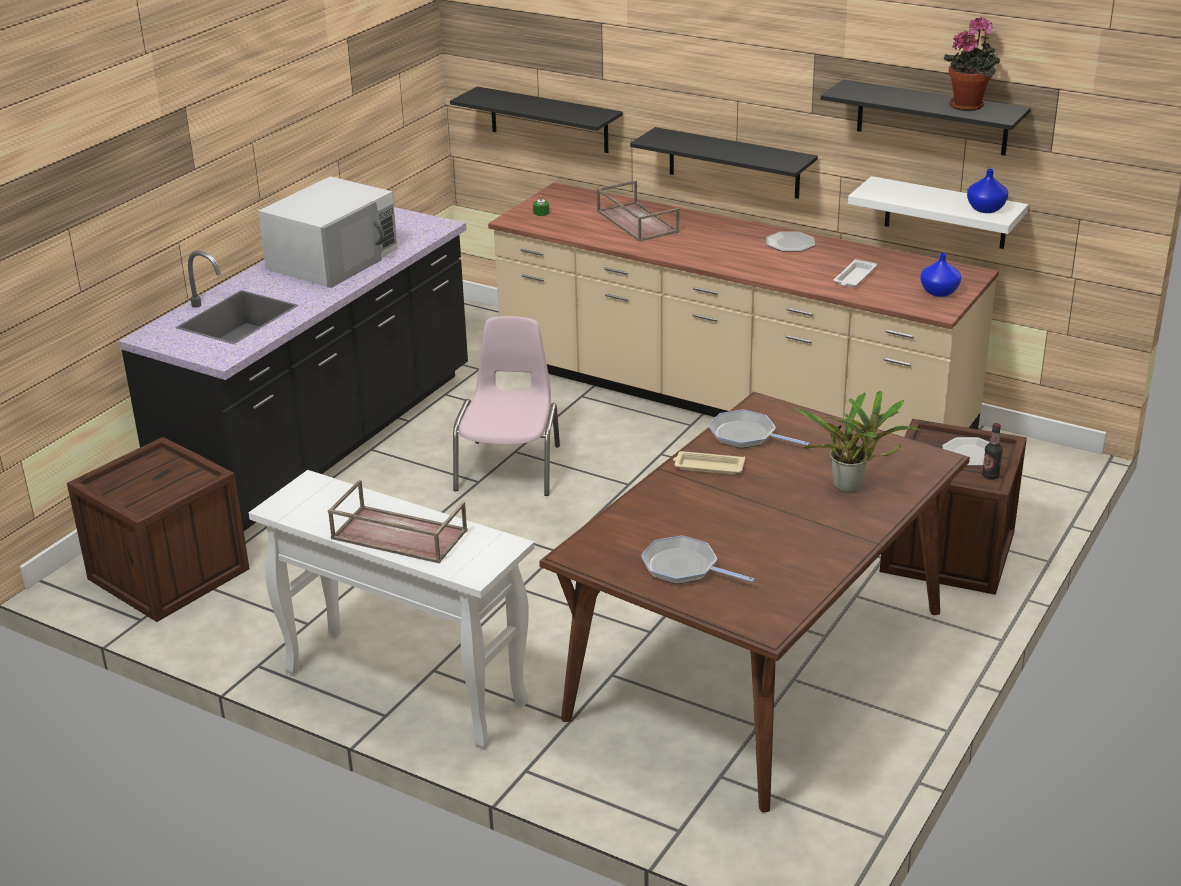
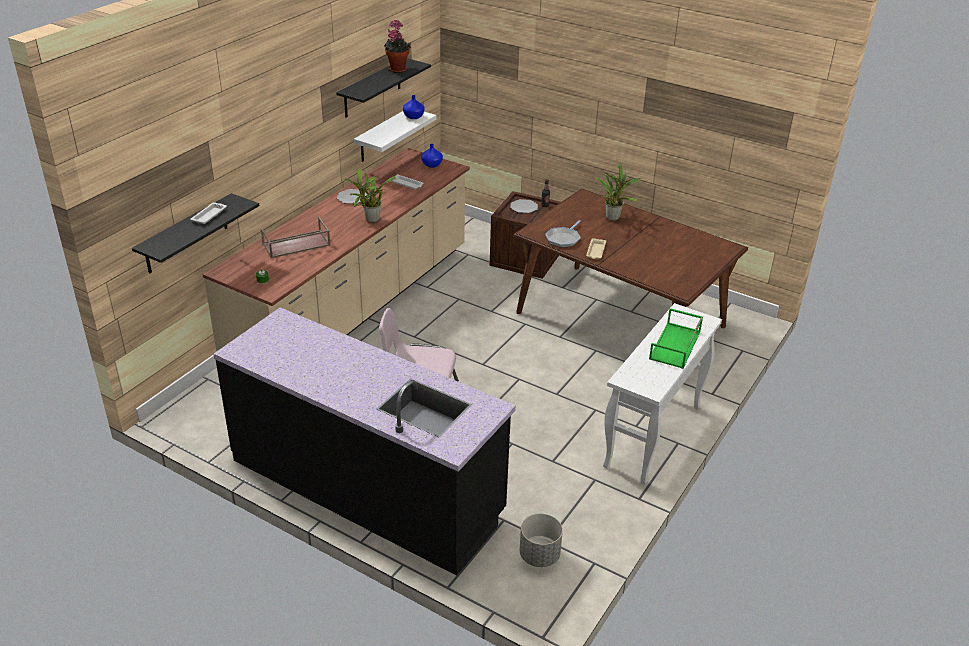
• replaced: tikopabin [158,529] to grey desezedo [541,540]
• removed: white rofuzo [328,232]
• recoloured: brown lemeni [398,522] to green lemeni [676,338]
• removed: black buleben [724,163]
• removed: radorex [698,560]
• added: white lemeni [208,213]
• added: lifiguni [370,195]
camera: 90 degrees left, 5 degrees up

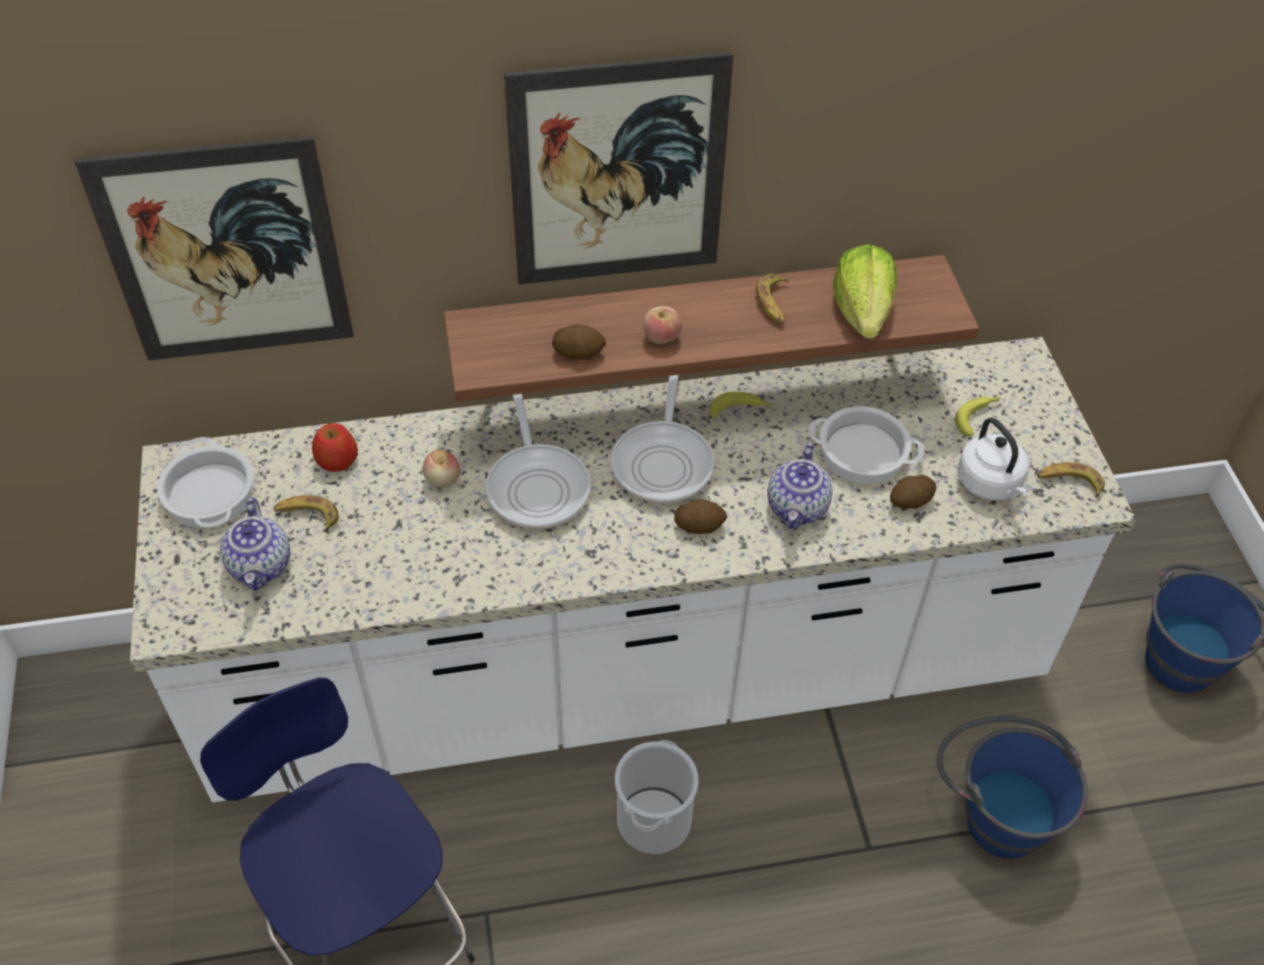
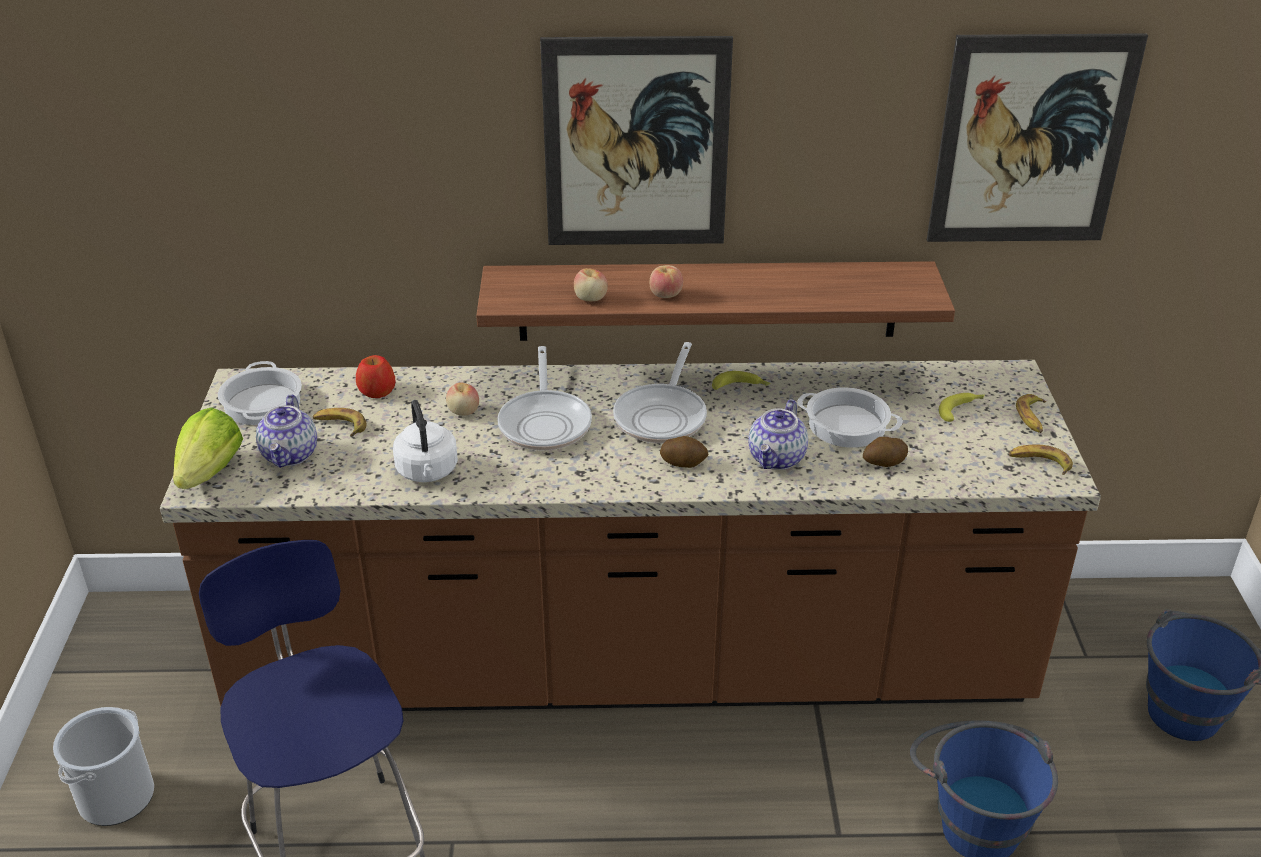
• moved: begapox [214,248] to [1037,137]
• recoloured: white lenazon [633,569] to brown lenazon [630,535]
• replaced: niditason [579,342] to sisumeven [591,284]
• moved: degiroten [656,797] to [103,766]
• moved: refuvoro [772,299] to [1031,413]
• moved: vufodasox [865,291] to [208,448]
• moved: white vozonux [993,459] to [425,441]
camera: 10 degrees right, 15 degrees down

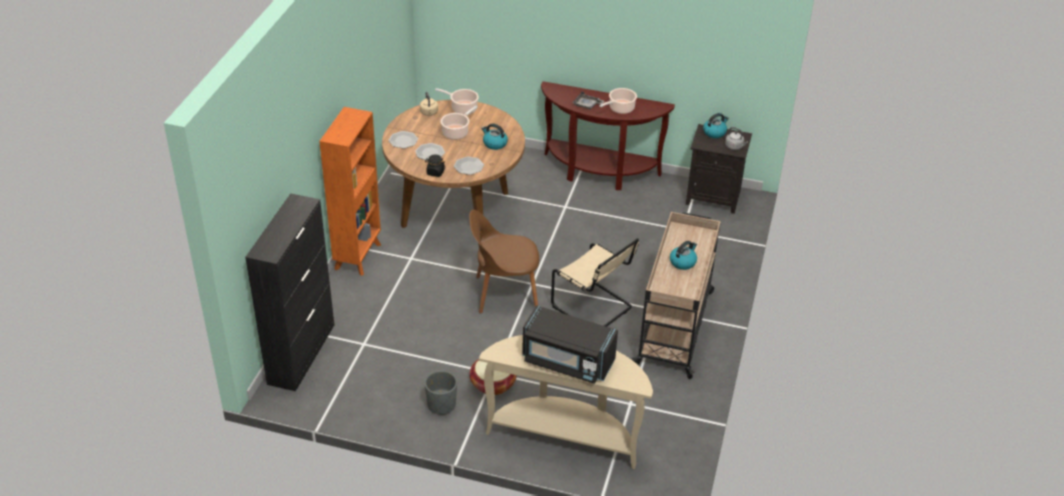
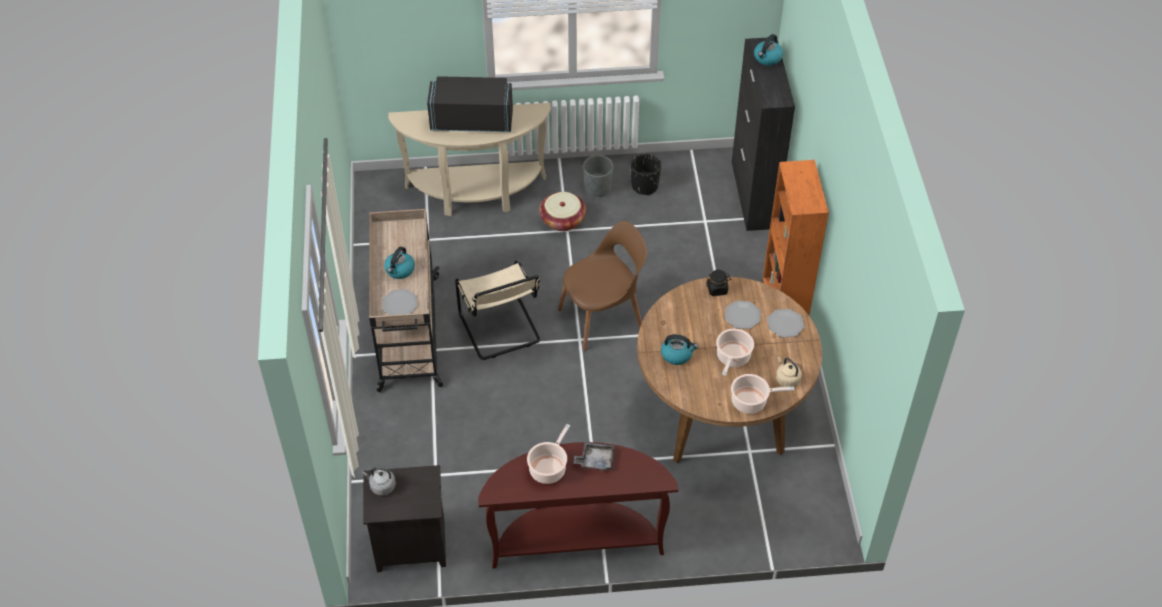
• moved: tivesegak [469,165] to [399,302]
• turned: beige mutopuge [595,282] = [497,310] 135 degrees counterclockwise
• moved: vozonux [716,125] to [768,50]
• added: black desezedo [646,174]
camera: 160 degrees right, 10 degrees up

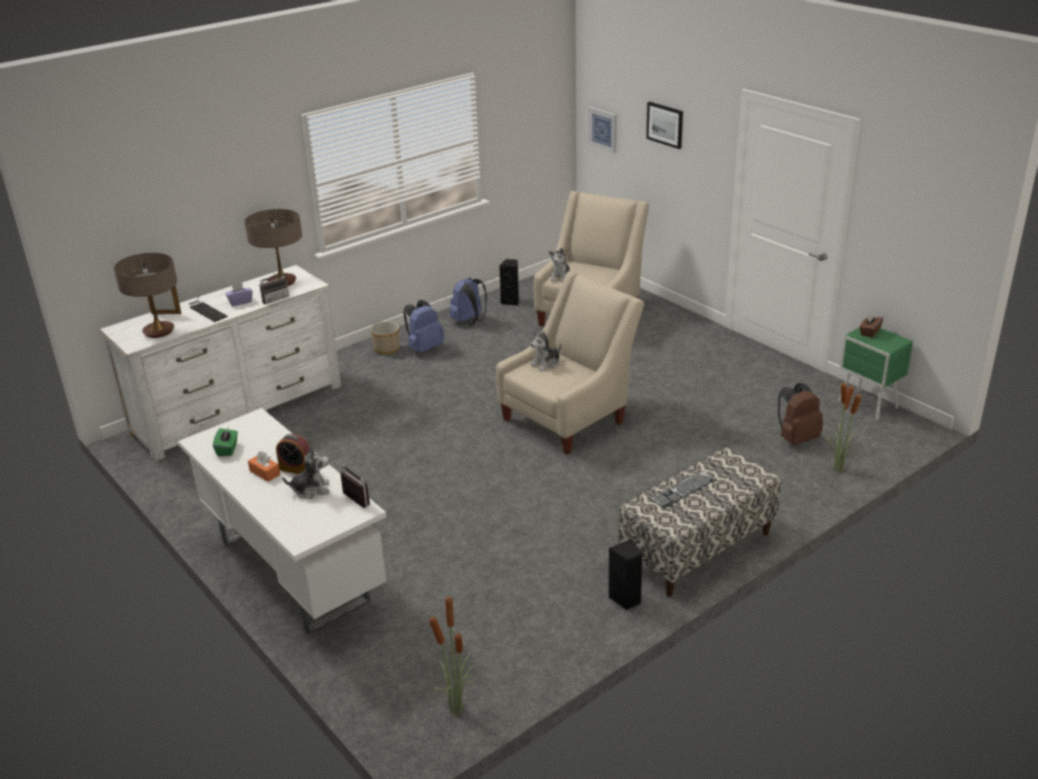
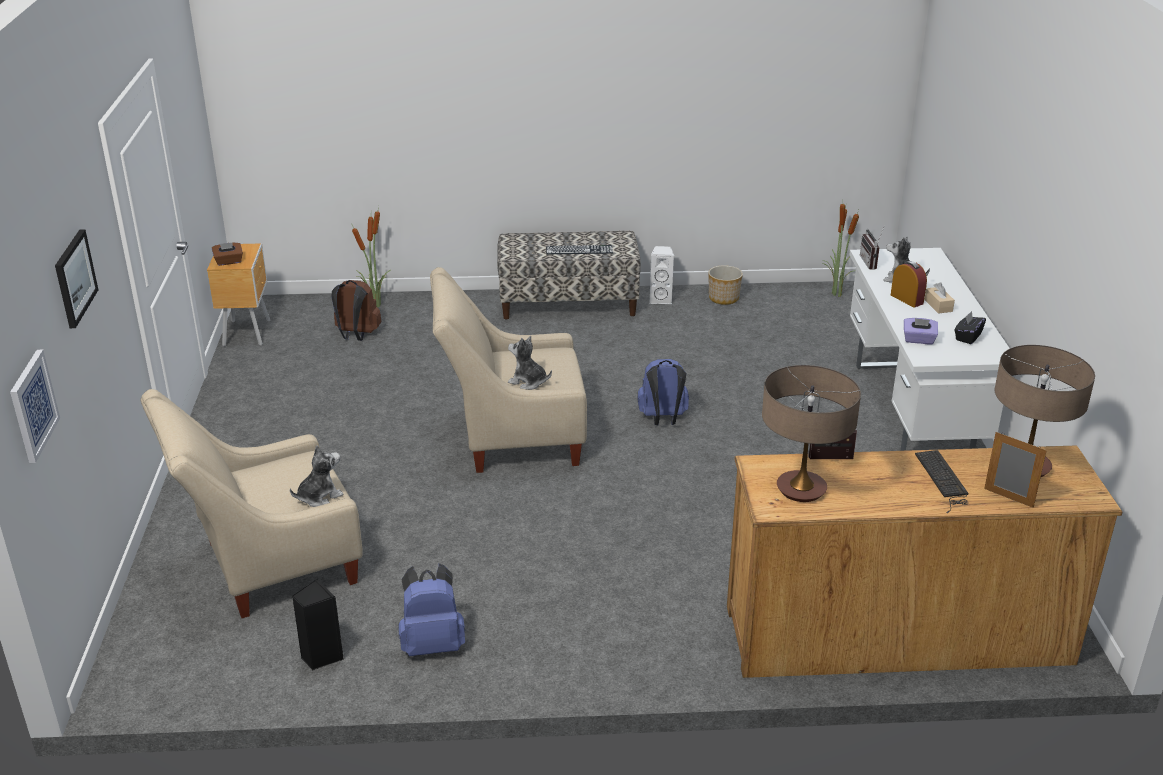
• recoloured: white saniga [220,363] to brown saniga [924,561]
• recoloured: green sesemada [225,442] to black sesemada [970,327]
• moved: purple sesemada [239,294] to [921,331]
• recoloured: orange sesemada [264,467] to beige sesemada [939,298]
• moved: desezedo [384,338] to [725,285]
• moved: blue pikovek [423,326] to [663,392]
• turned: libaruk [546,351] = [530,363] 150 degrees counterclockwise
• recoloured: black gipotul [625,574] to white gipotul [661,275]
• recoloured: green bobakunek [875,374] to brown bobakunek [238,295]
camera: 145 degrees left, 0 degrees up

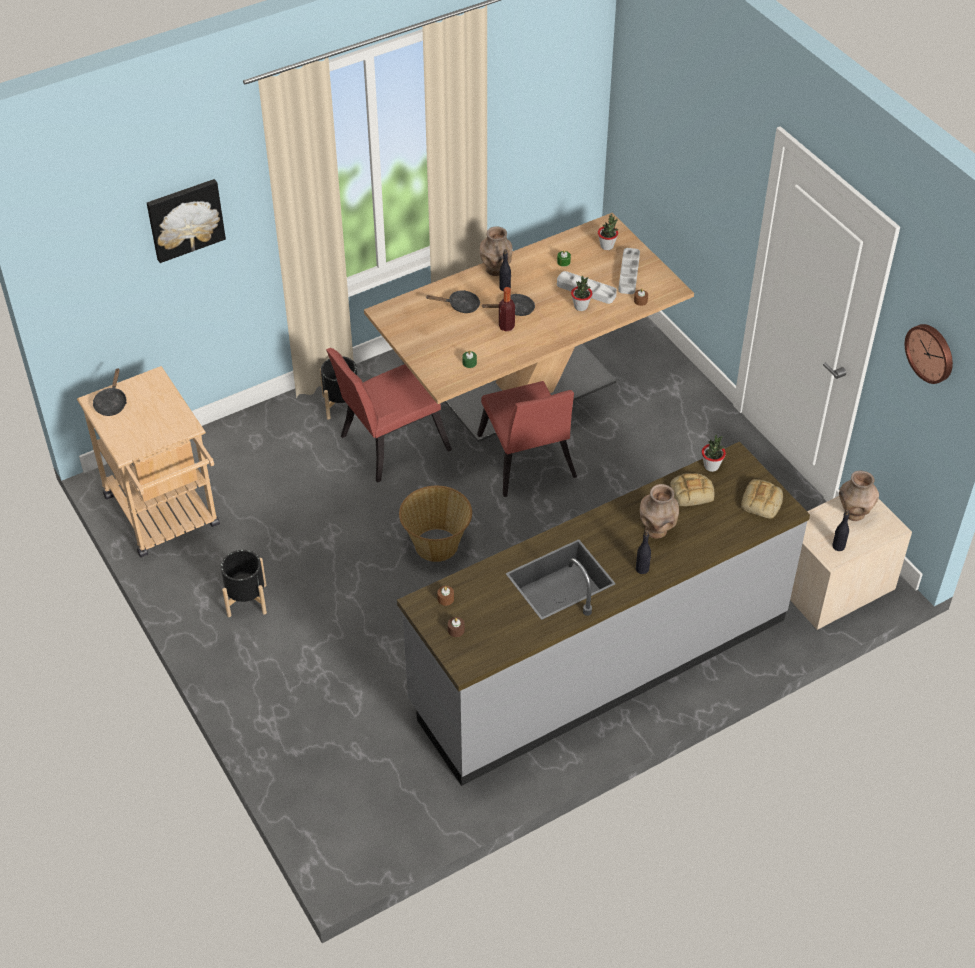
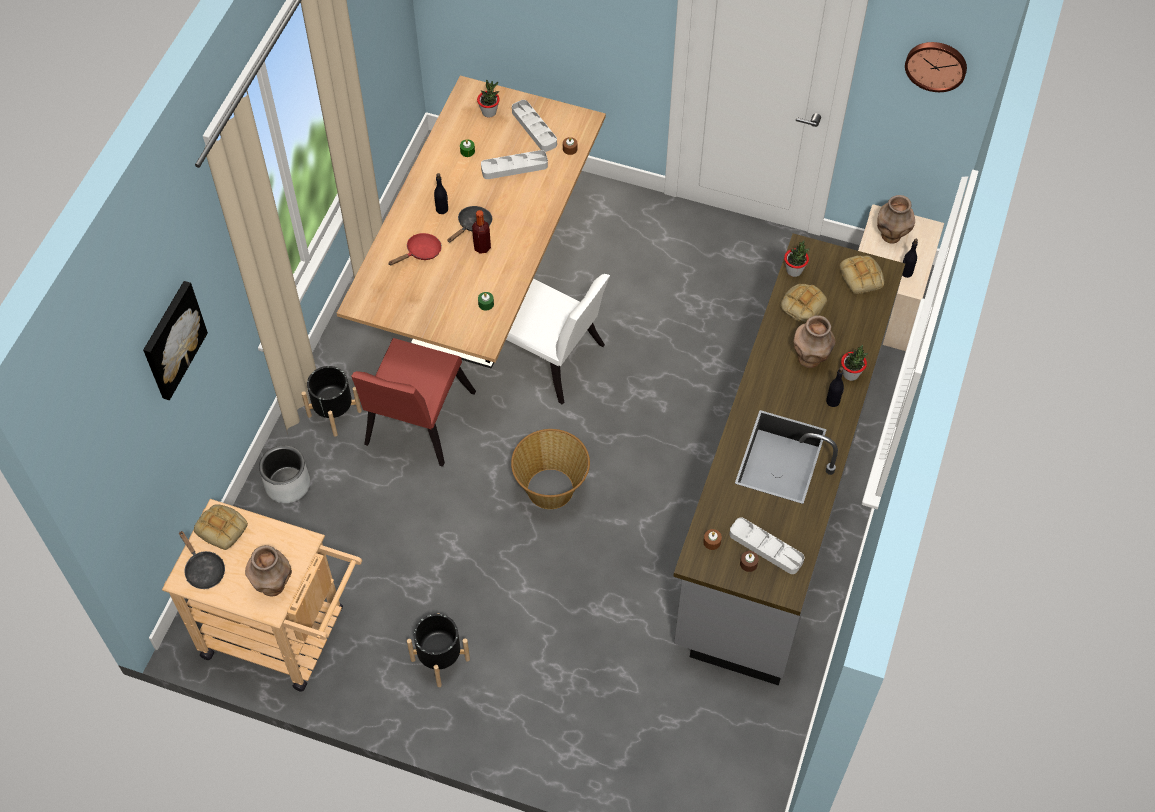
• recoloured: black radorex [453,301] to red radorex [415,249]
• recoloured: red mutopuge [527,439] to white mutopuge [547,339]
• moved: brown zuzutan [496,251] to [268,570]
• moved: lifiguni [582,293] to [854,363]
• added: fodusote [221,527]
• added: grey desezedo [284,474]
• added: grey lemeni [766,545]
camera: 40 degrees left, 10 degrees up

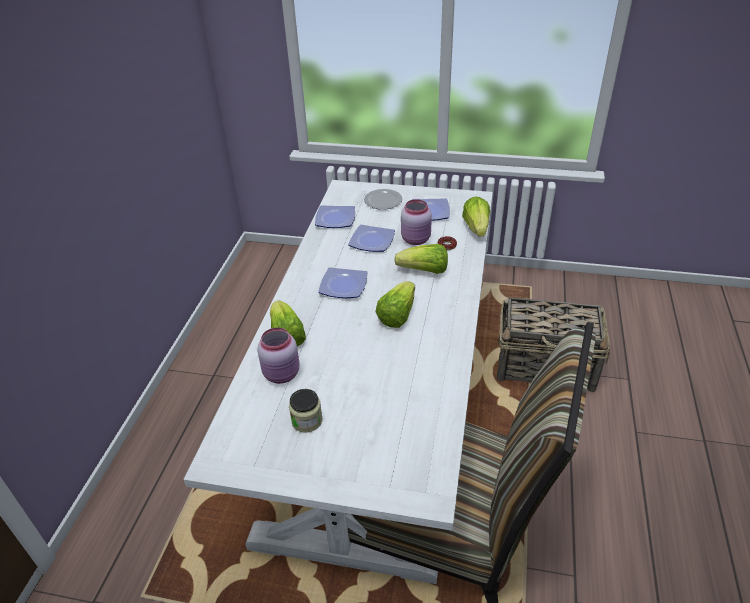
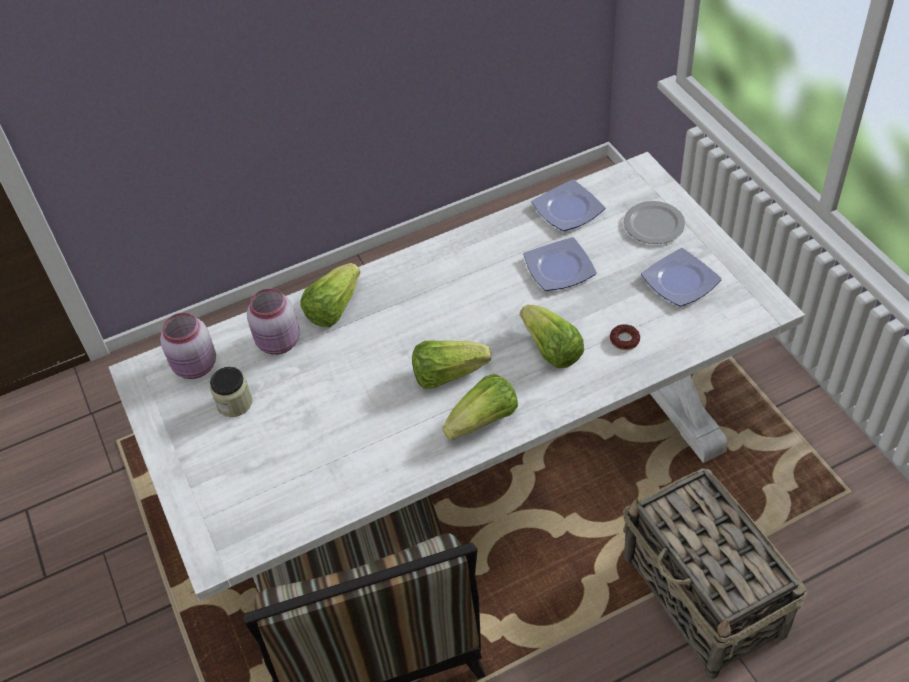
• removed: tivesegak [342,282]
• moved: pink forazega [416,222] to [188,346]
• moved: vufodasox [476,216] to [480,407]
camera: 55 degrees right, 10 degrees up

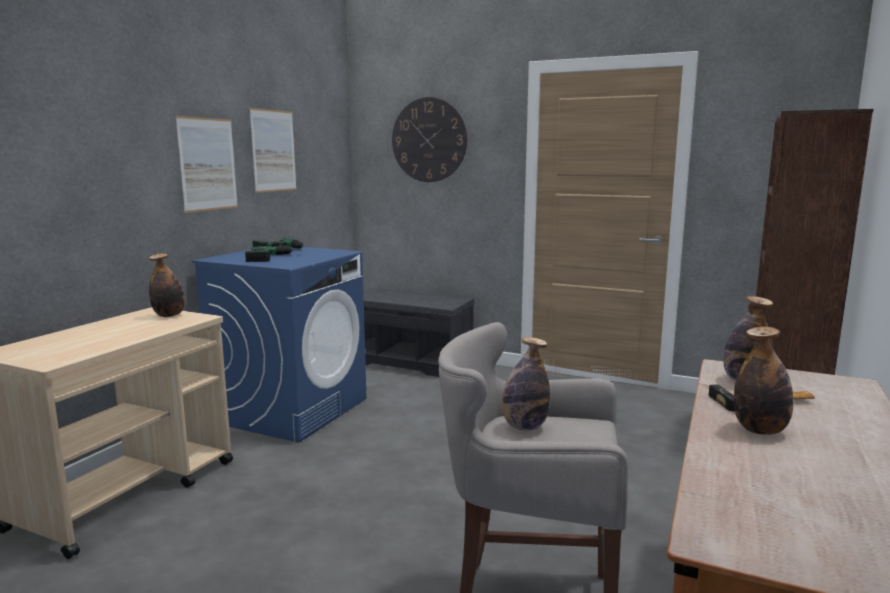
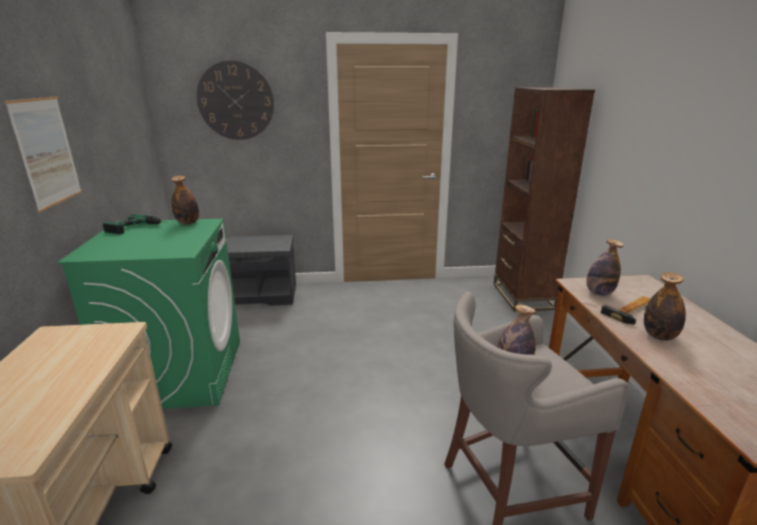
• moved: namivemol [167,285] to [185,200]
• recoloured: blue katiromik [279,345] to green katiromik [148,314]
• removed: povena [271,254]
• removed: begapox [273,150]
camera: 30 degrees left, 10 degrees up

